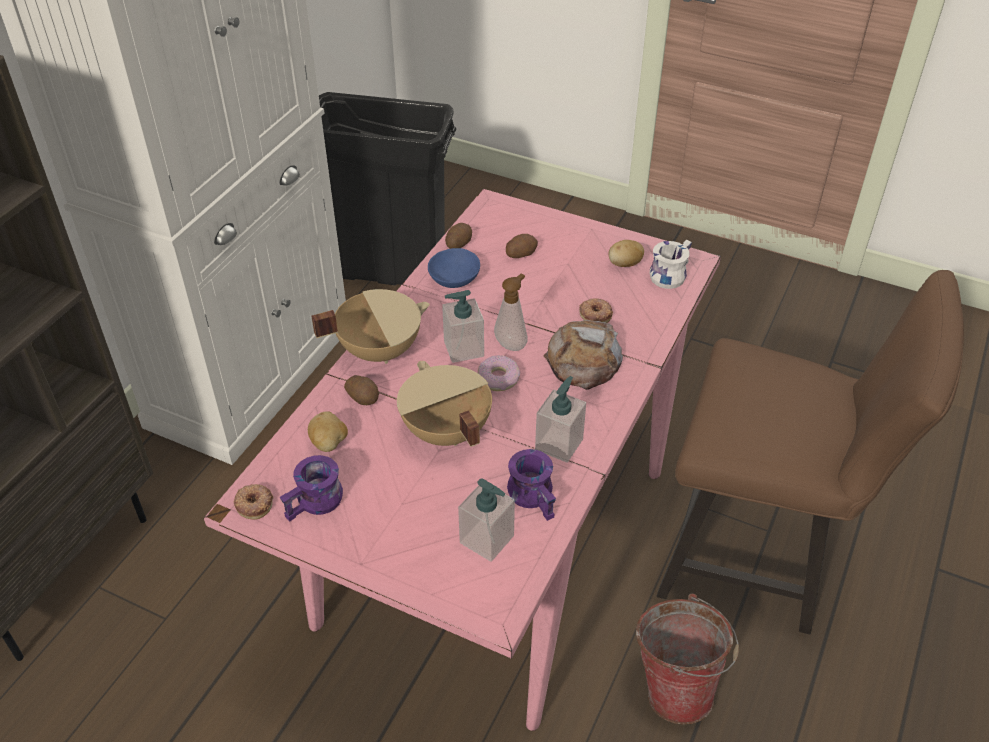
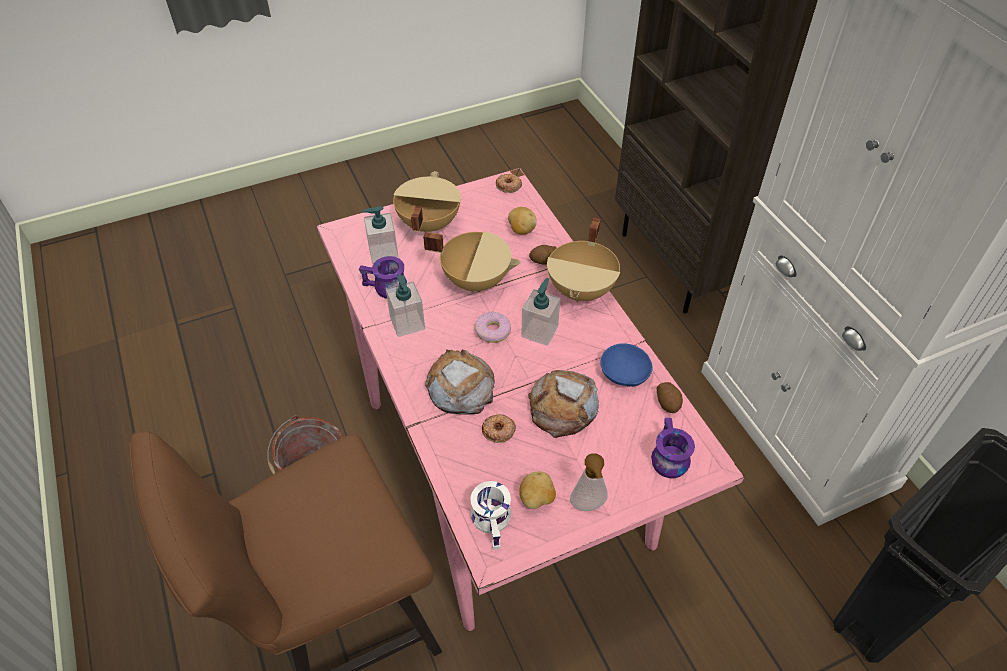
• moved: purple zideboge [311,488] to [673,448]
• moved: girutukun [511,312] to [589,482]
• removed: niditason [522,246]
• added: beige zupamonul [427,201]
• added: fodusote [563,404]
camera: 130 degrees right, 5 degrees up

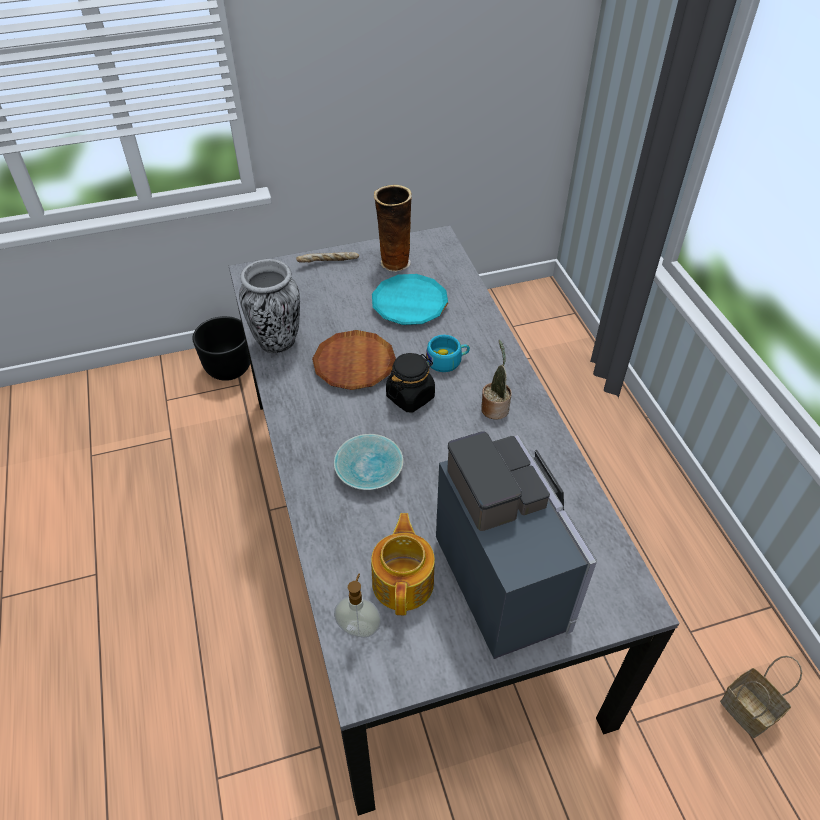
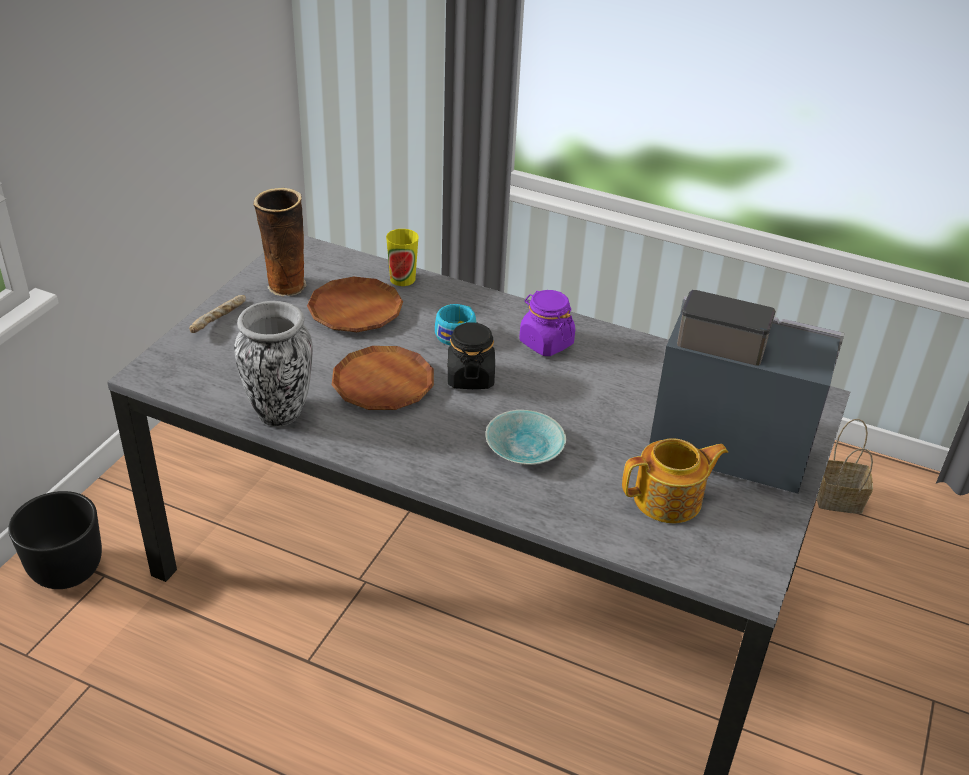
• removed: girutukun [357,605]
• turned: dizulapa [403,564] = [675,480] 120 degrees clockwise
• recoloured: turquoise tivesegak [410,299] to brown tivesegak [355,304]
• replaced: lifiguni [496,380] to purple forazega [547,323]
• added: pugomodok [402,257]
camera: 50 degrees left, 10 degrees down

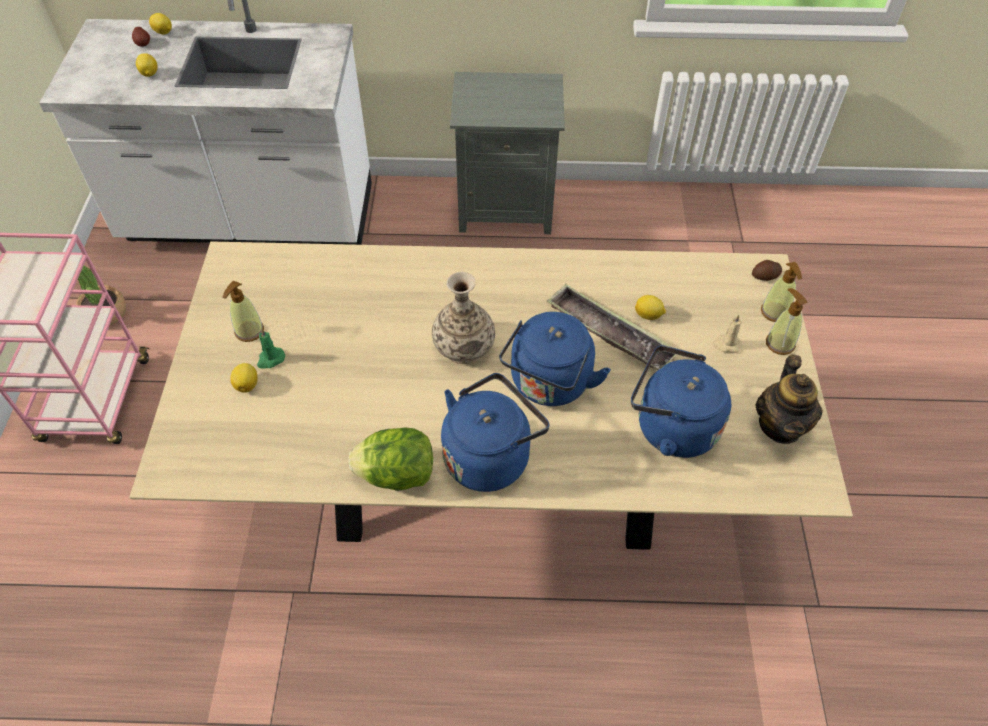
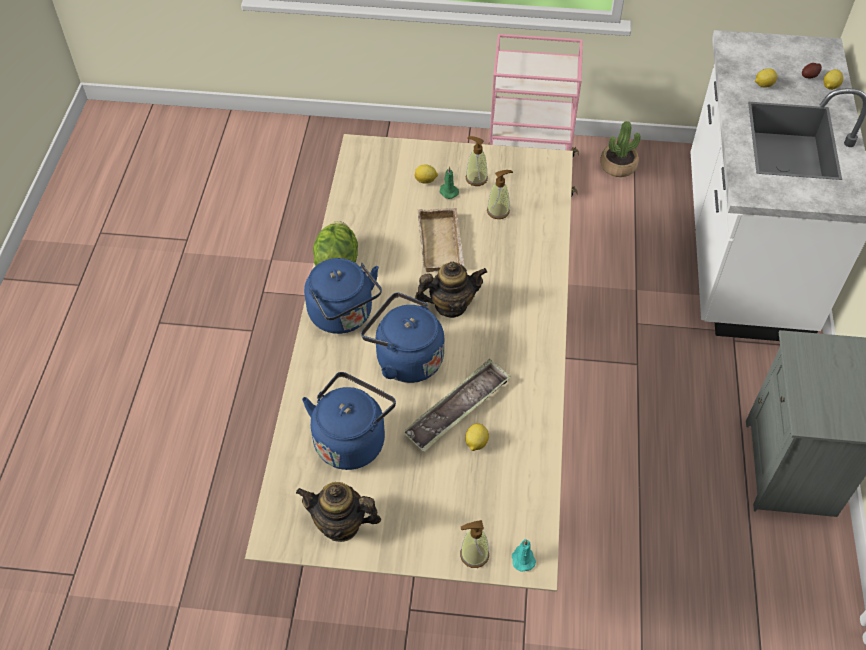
• replaced: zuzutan [463,318] to dizulapa [451,290]
• removed: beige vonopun [727,333]
• replaced: niditason [767,270] to turquoise vonopun [524,555]
• moved: girutukun [786,321] to [500,194]
• added: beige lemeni [441,240]
camera: 95 degrees right, 0 degrees up

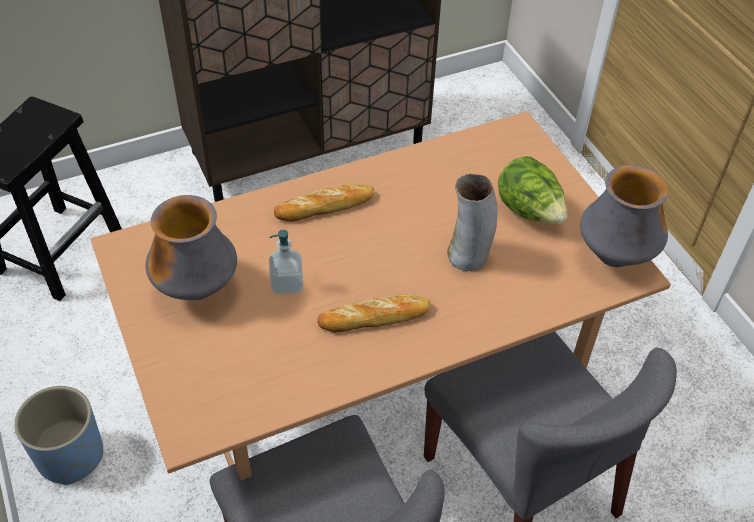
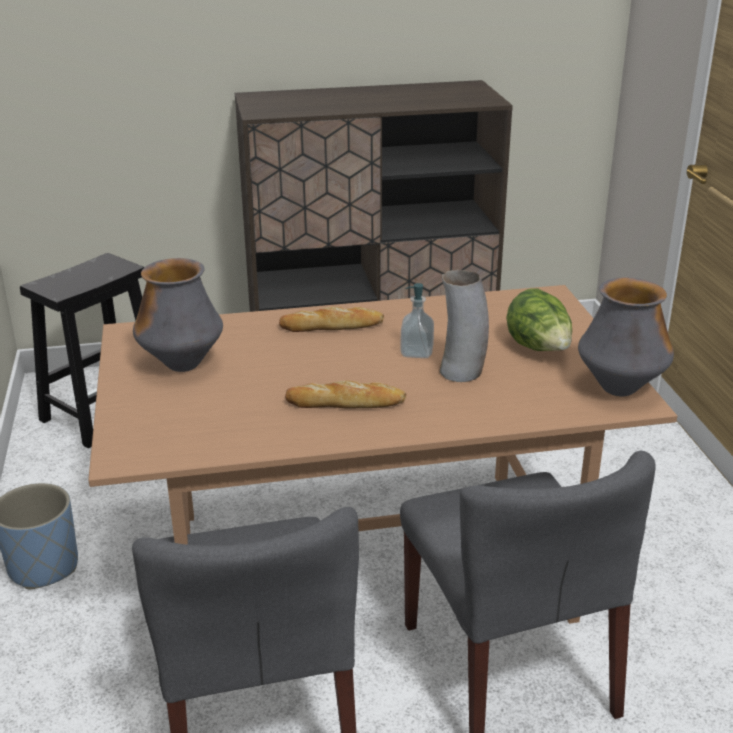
• moved: girutukun [286,262] to [417,320]
camera: 15 degrees right, 20 degrees down

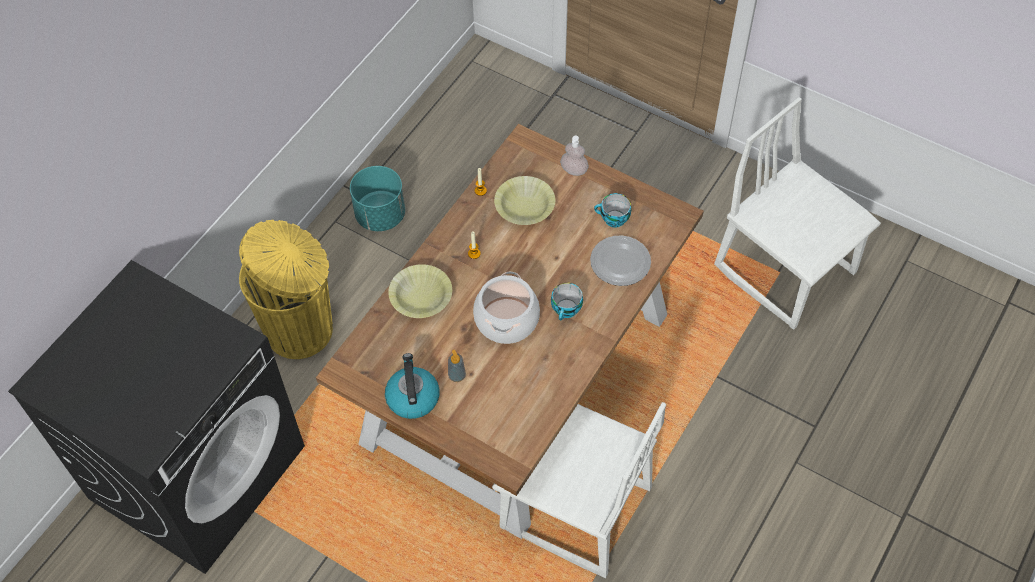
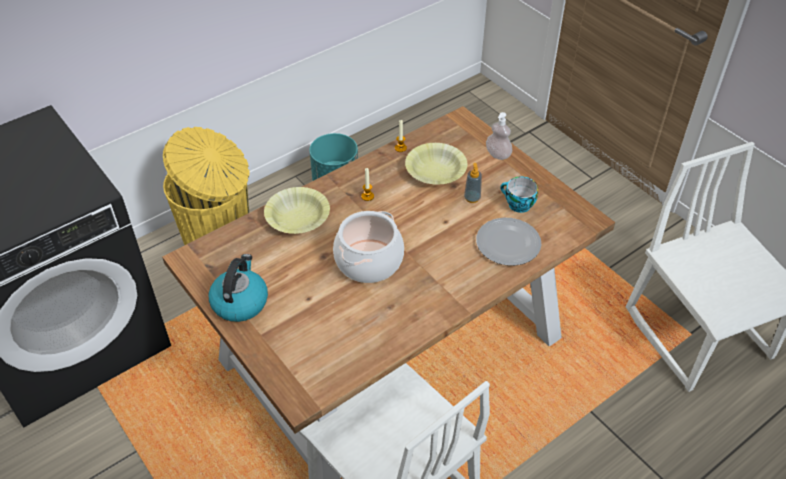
• moved: girutukun [457,366] to [473,183]
• removed: pugomodok [567,302]
camera: 20 degrees right, 10 degrees down

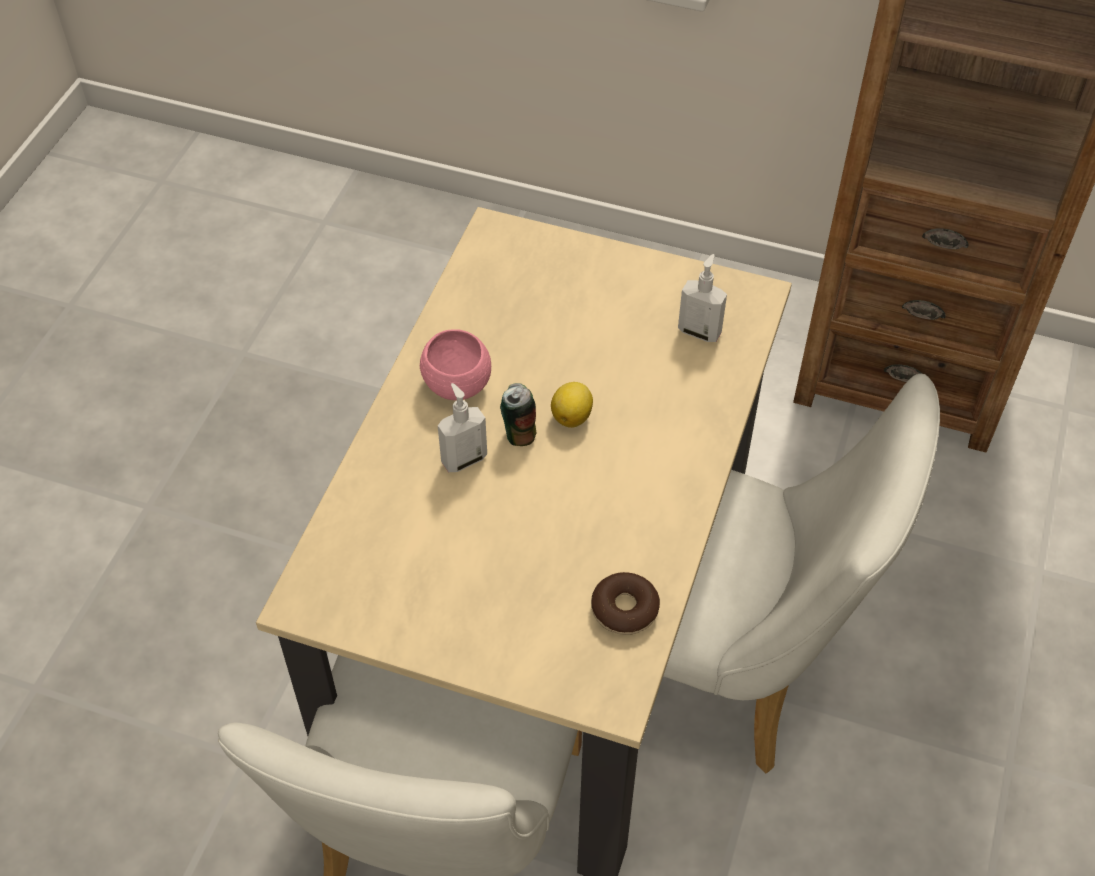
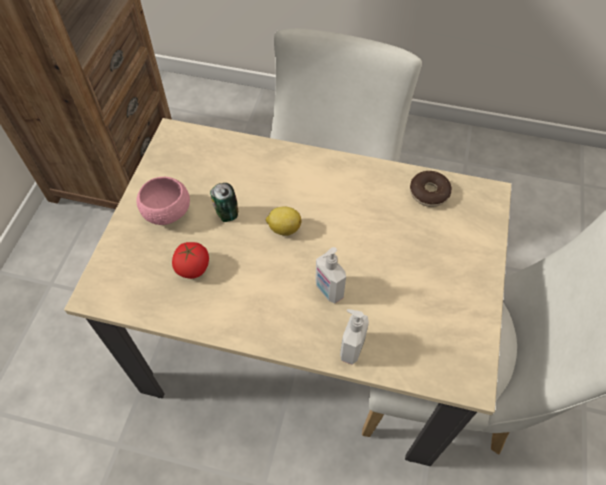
• moved: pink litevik [455,364] to [163,201]
• moved: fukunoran [518,414] to [224,202]
• moved: girutukun [702,298] to [354,337]
• added: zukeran [190,260]
camera: 95 degrees left, 5 degrees up

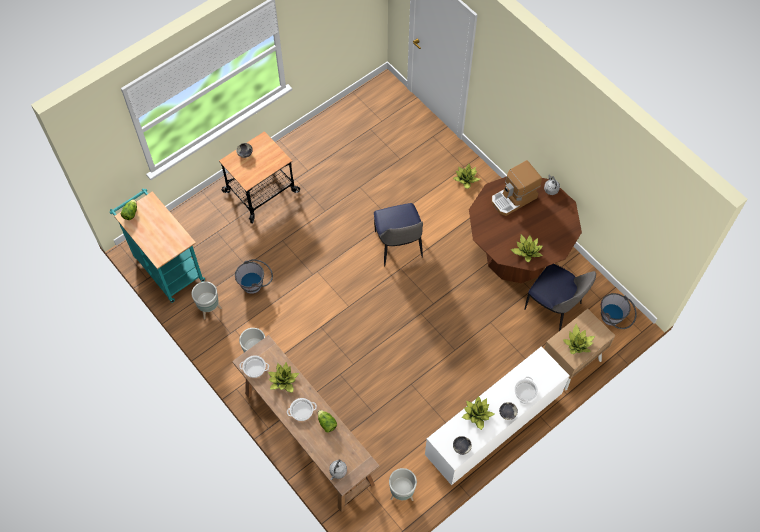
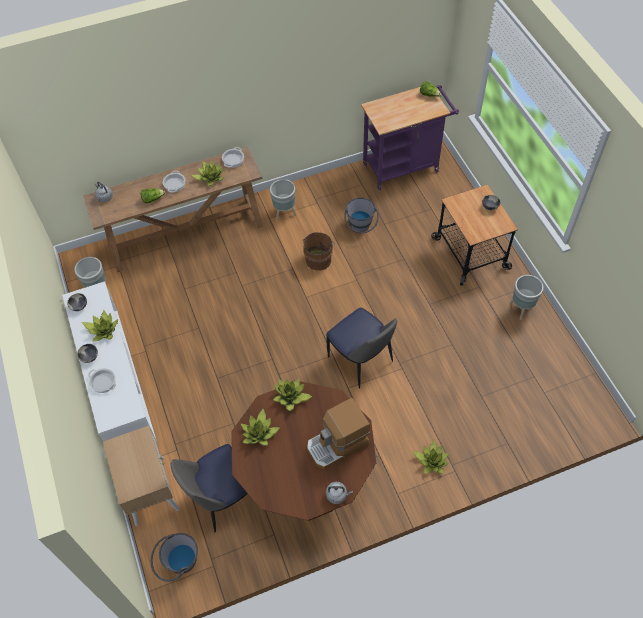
• recoloured: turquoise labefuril [157,245] to purple labefuril [410,137]
• moved: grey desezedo [207,300] to [527,297]
• turned: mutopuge [398,234] = [361,348] 135 degrees counterclockwise
• turned: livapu [517,188] = [338,433] 105 degrees counterclockwise
• moved: lifiguni [579,339] to [293,394]
• added: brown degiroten [319,251]
camera: 110 degrees right, 5 degrees down

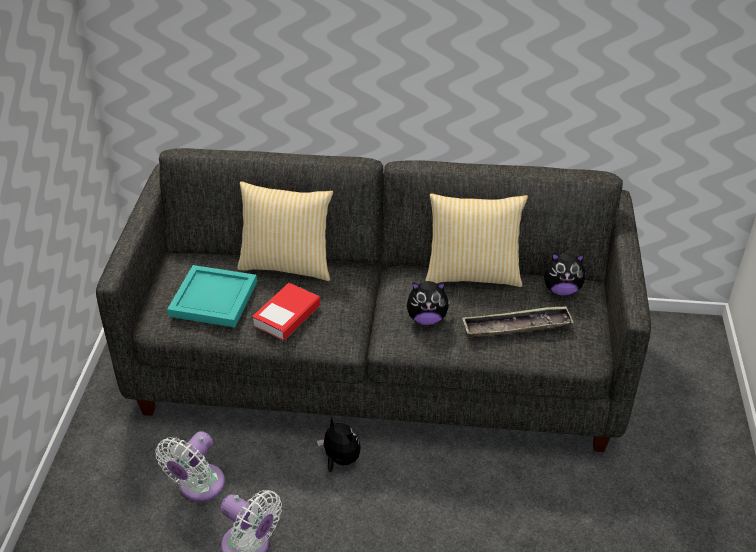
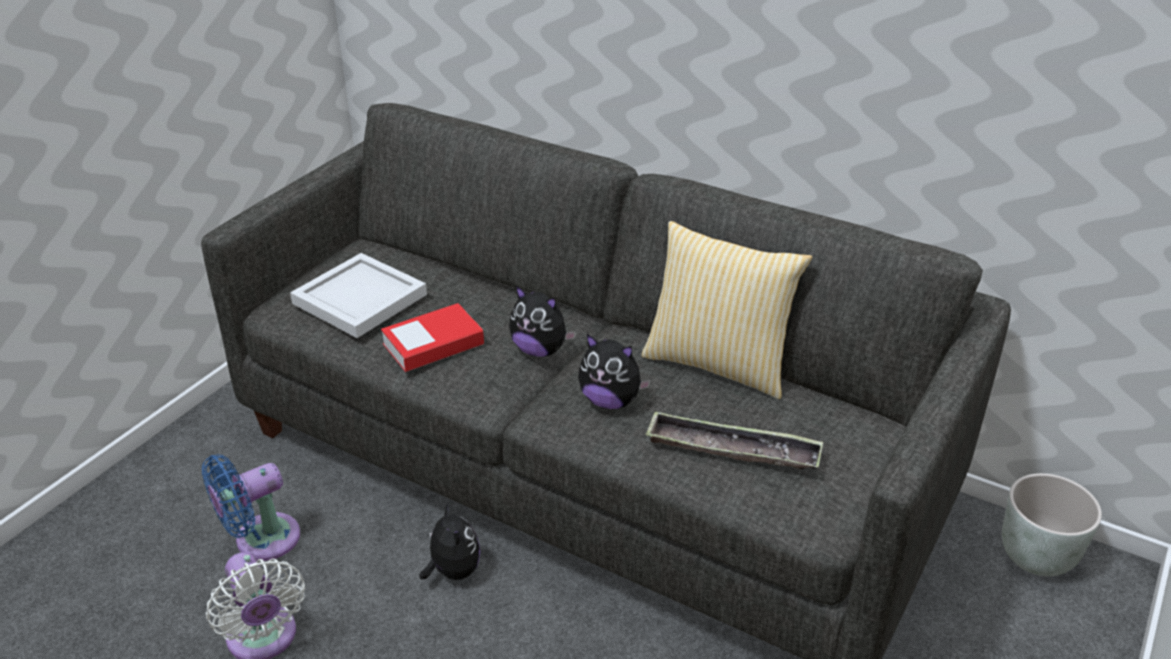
• recoloured: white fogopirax [190,466] to blue fogopirax [251,507]
• recoloured: turquoise lemeni [212,296] to white lemeni [358,295]
• removed: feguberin [285,231]
• moved: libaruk [565,274] to [542,321]
• added: grey desezedo [1052,524]
camera: 25 degrees right, 5 degrees down

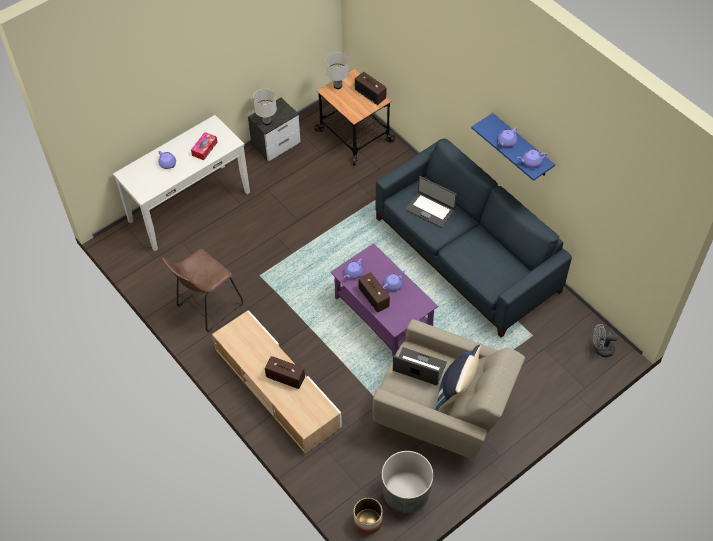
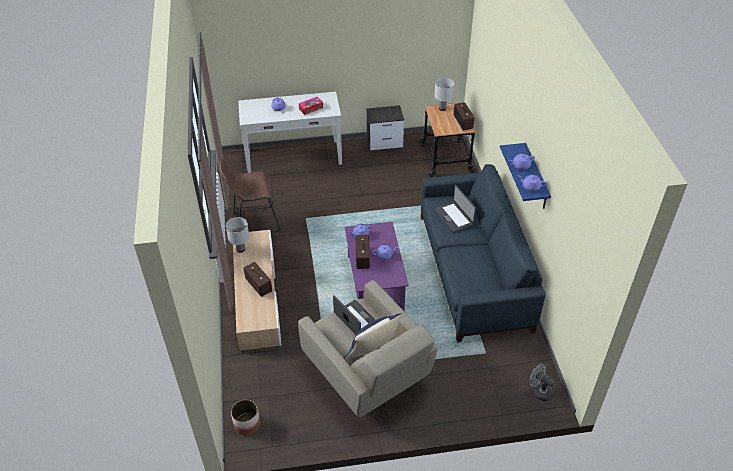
• moved: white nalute [265,106] to [238,235]
• removed: grey desezedo [408,482]
camera: 30 degrees right, 10 degrees down

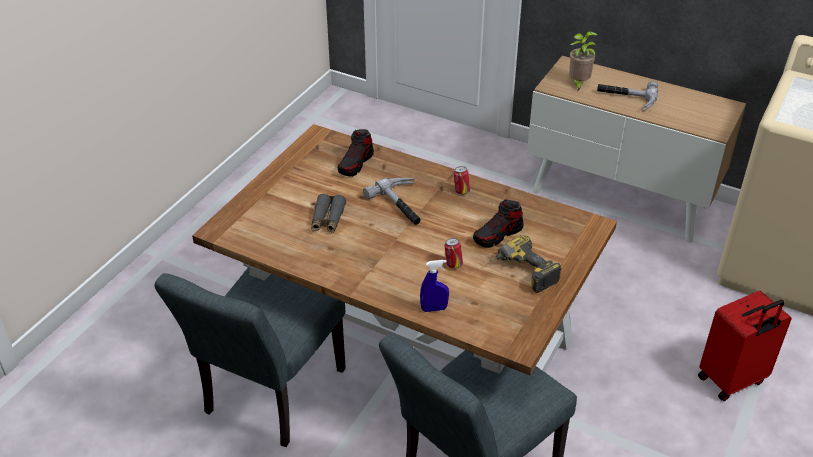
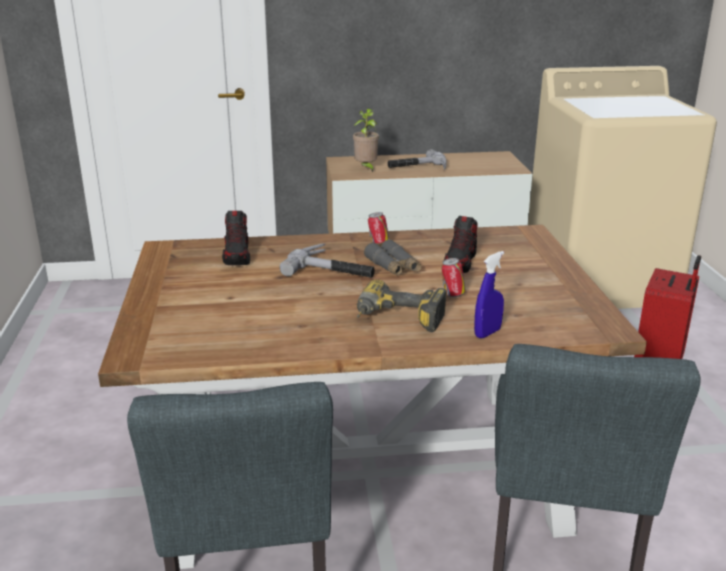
• moved: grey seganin [328,213] to [392,257]
• moved: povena [525,264] to [401,306]
camera: 35 degrees left, 15 degrees down

